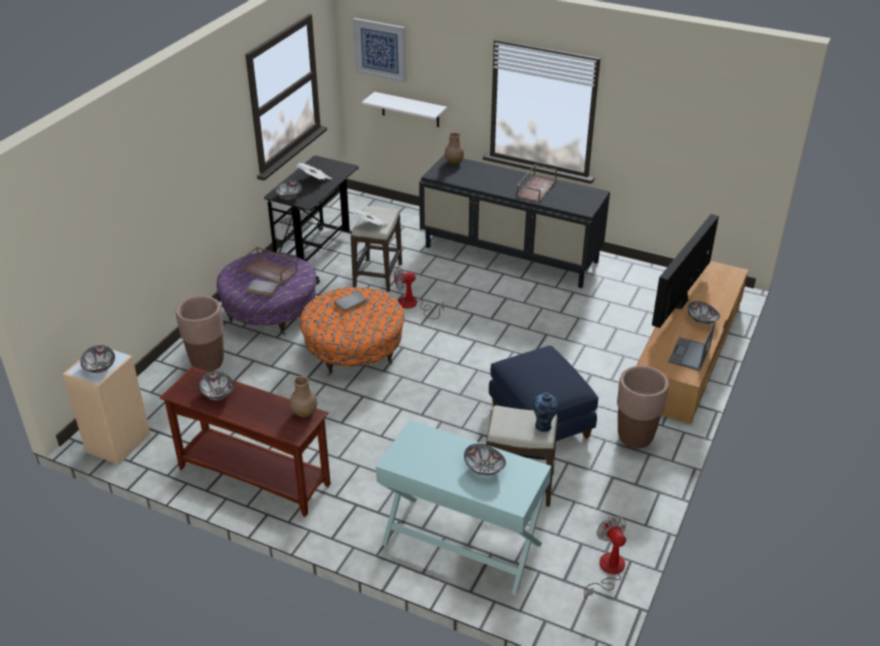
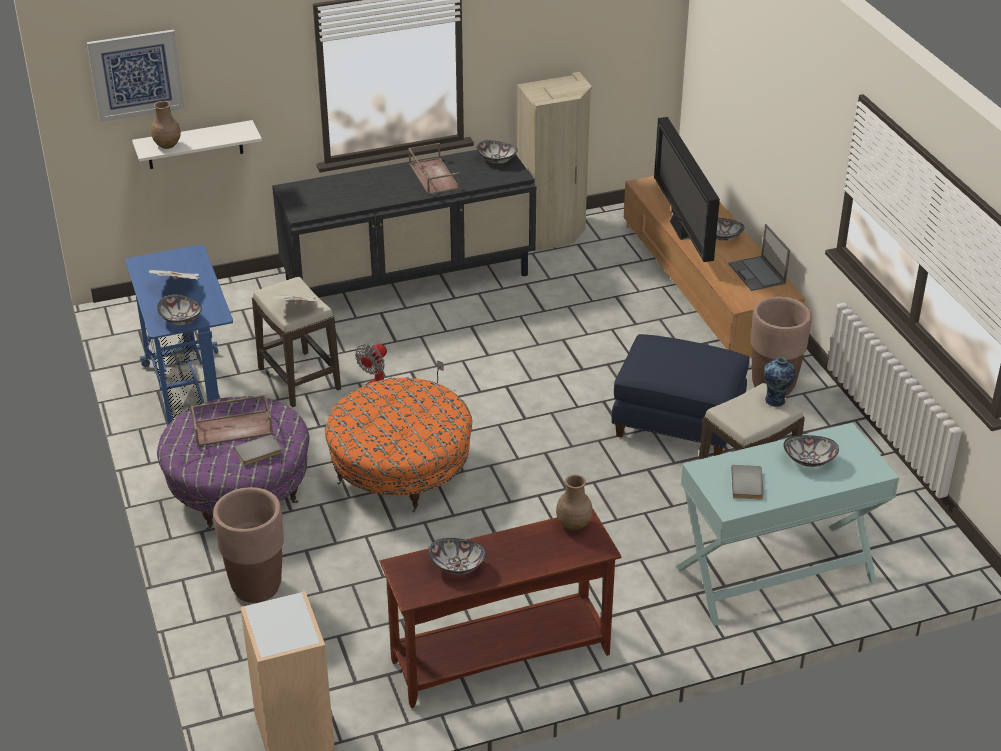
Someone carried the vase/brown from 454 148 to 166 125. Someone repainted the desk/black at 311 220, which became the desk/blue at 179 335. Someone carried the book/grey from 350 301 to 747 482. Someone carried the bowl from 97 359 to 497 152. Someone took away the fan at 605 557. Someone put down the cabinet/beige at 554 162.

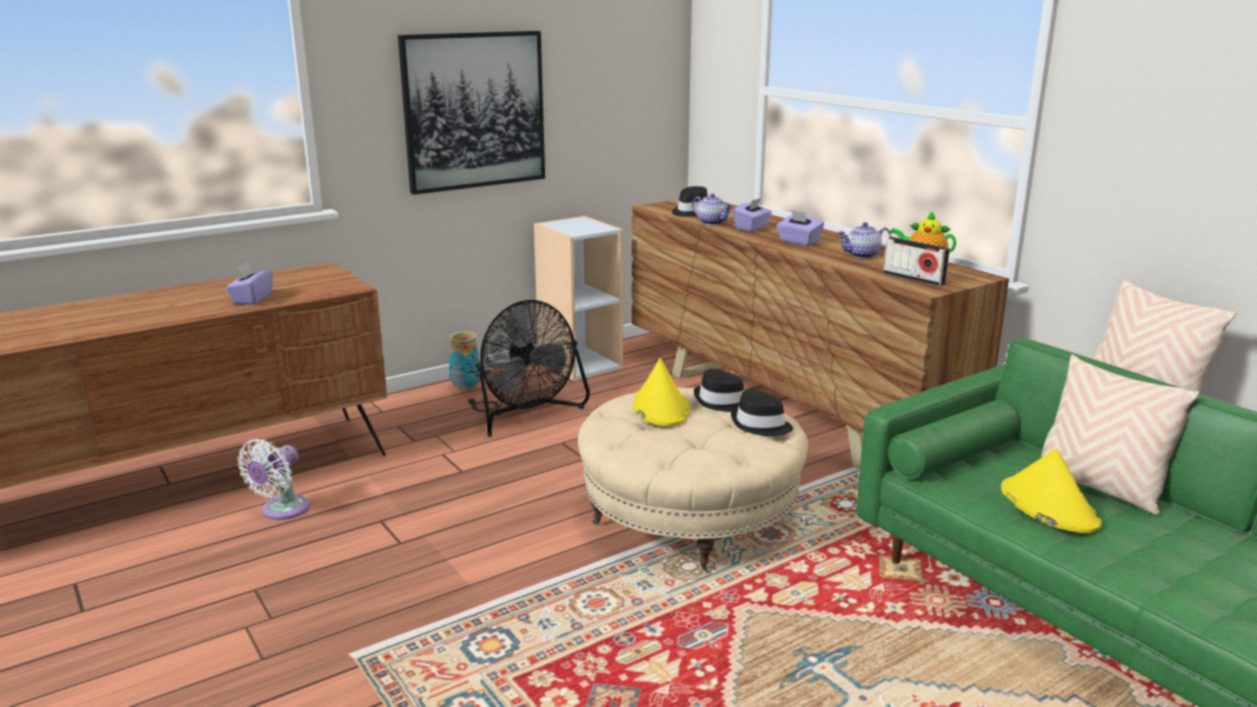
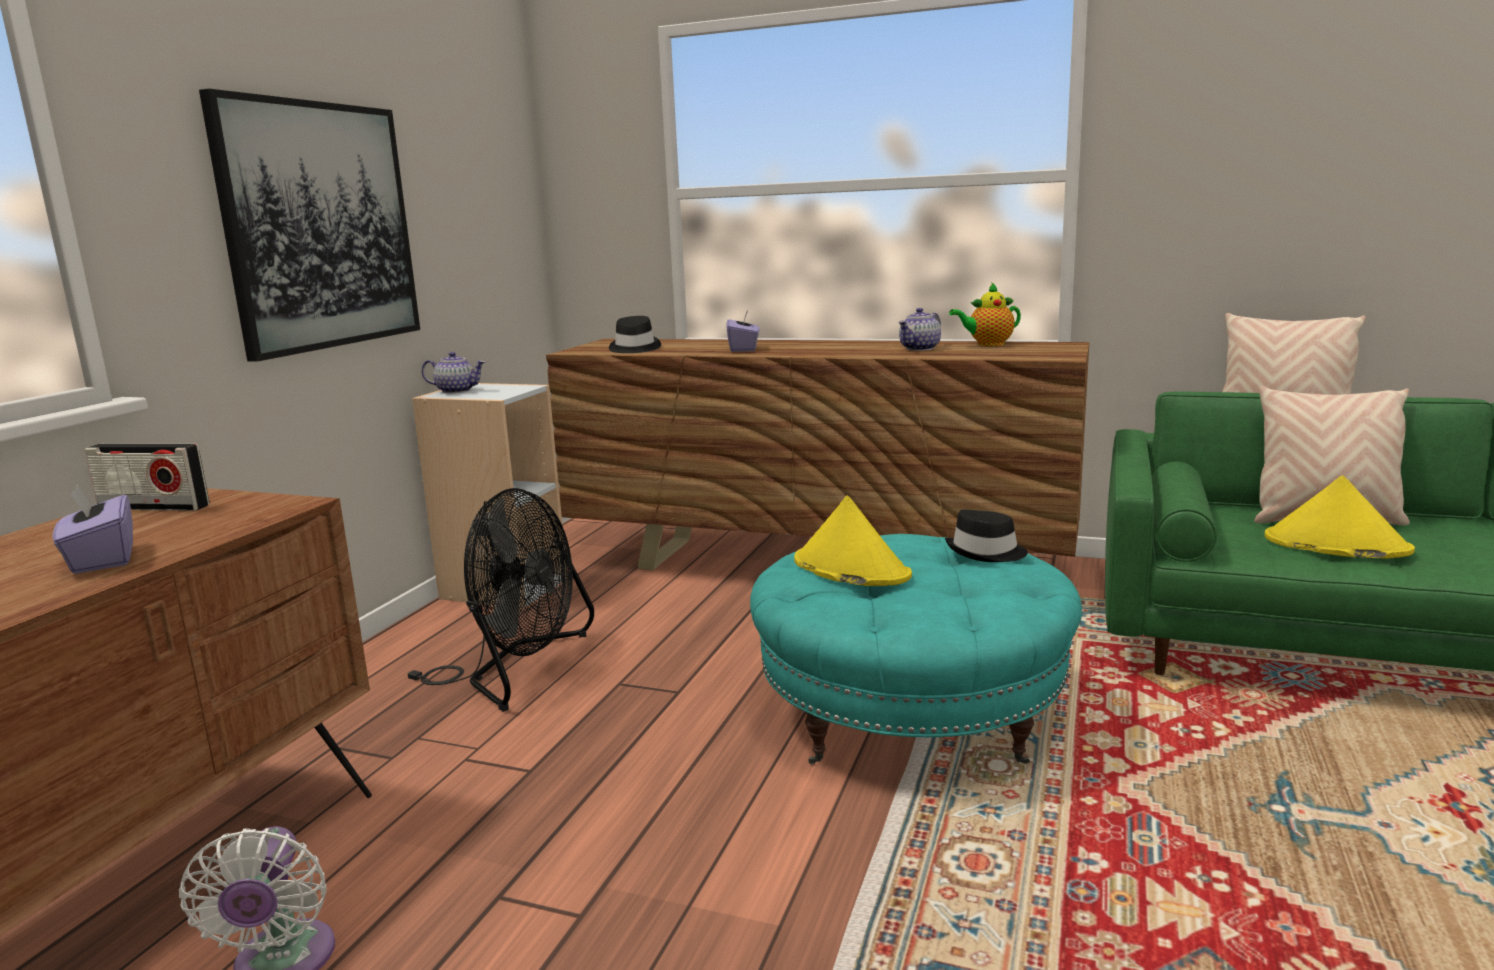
Someone carried the teapot from 712 209 to 453 373. Someone took away the tissue box/purple at 800 228. Someone carried the radio from 916 261 to 147 477. Someone took away the vase at 465 361. Someone took away the hat/black at 719 390. Someone repainted the ottoman/beige at 693 480, which became the ottoman/turquoise at 916 649.

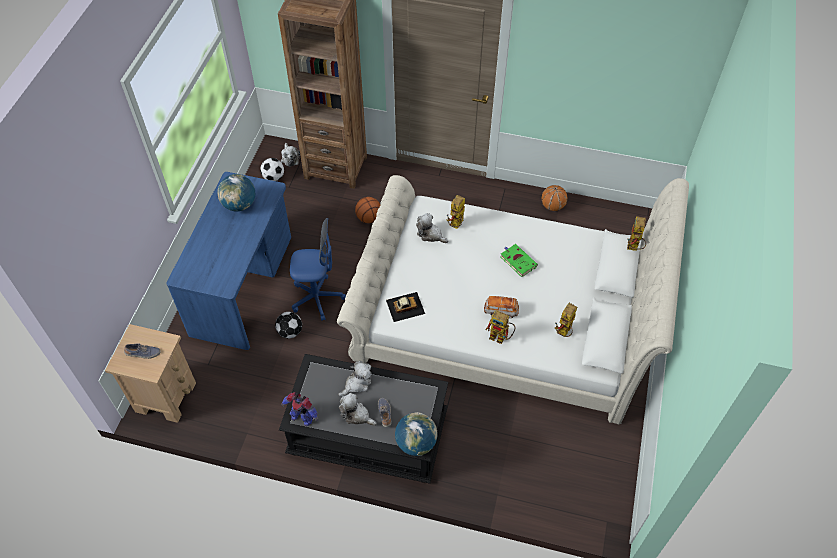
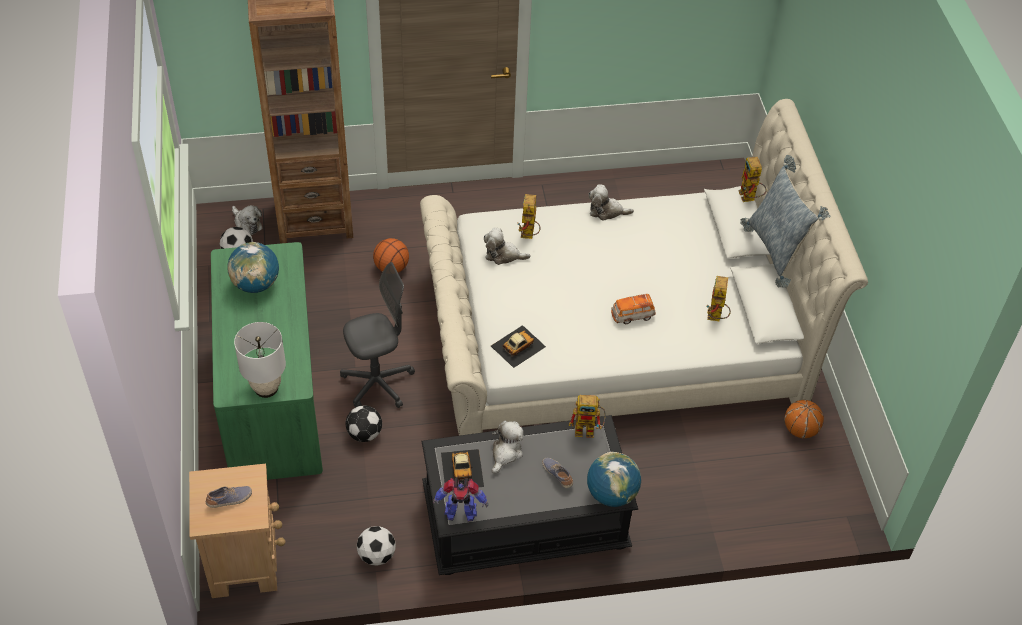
Someone repainted the desk/blue at 229 261, which became the desk/green at 267 361. Someone carried the basketball from 554 198 to 804 419. Someone repainted the office chair/blue at 318 269, which became the office chair/grey at 377 335. Someone took away the book/green at 519 260. Someone carried the toy robot from 500 327 to 587 416. Someone carried the plush toy from 358 409 to 611 202. Someone put down the pillow at 786 221. Someone put down the table lamp/white at 260 360. Someone put down the toy car at 462 468. Someone put down the football at 376 546.

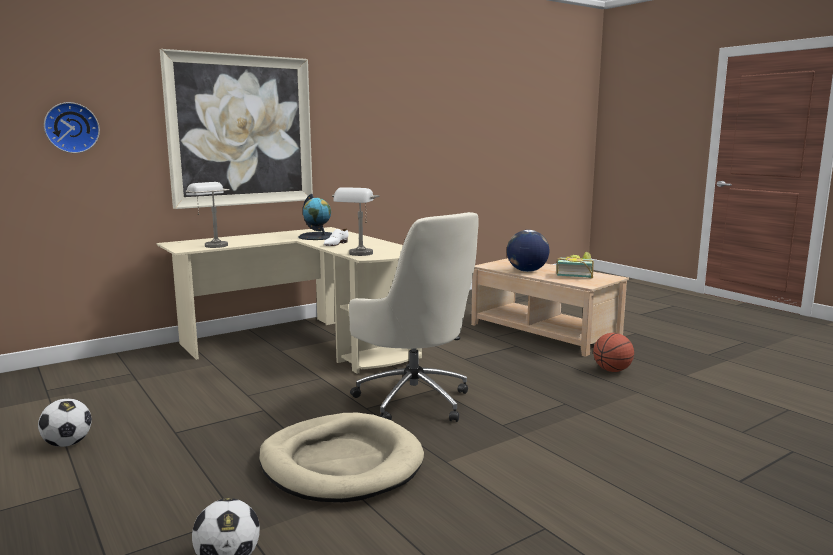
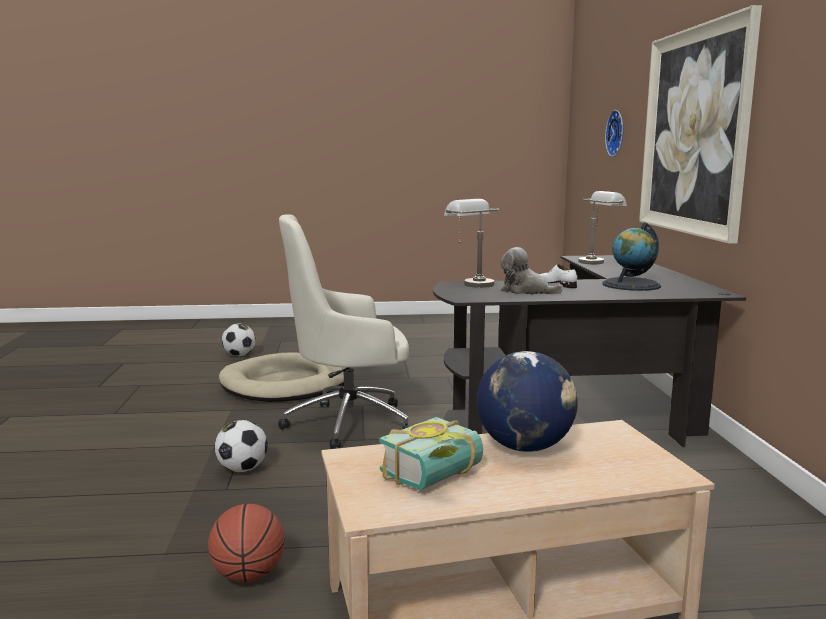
Someone repainted the desk/beige at 289 300, which became the desk/black at 589 351. Someone carried the football from 65 423 to 241 446. Someone put down the plush toy at 532 270.

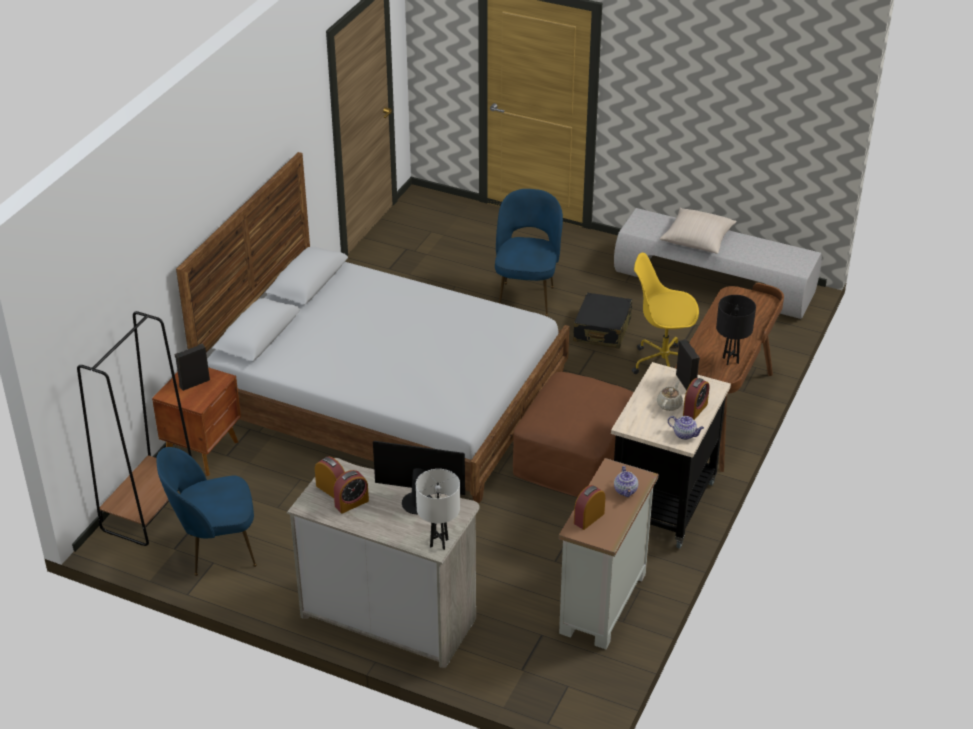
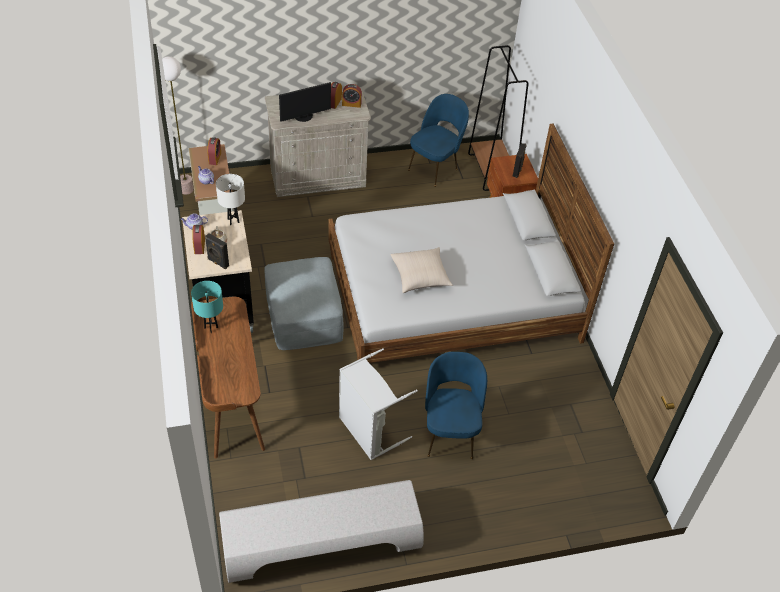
Someone rotated the chair/blue at 529 253 by 150 degrees counterclockwise. Someone carried the pillow/beige from 698 231 to 421 270. Someone took away the office chair/yellow at 665 313. Someone swapped the suitcase/black at 602 320 for the laundry basket/grey at 378 404. Someone repainted the table lamp/black at 736 330, which became the table lamp/turquoise at 207 307. Someone repainted the ottoman/brown at 573 434, which became the ottoman/grey at 304 303. Someone carried the table lamp/white from 438 509 to 230 199. Someone put down the floor lamp at 178 125.

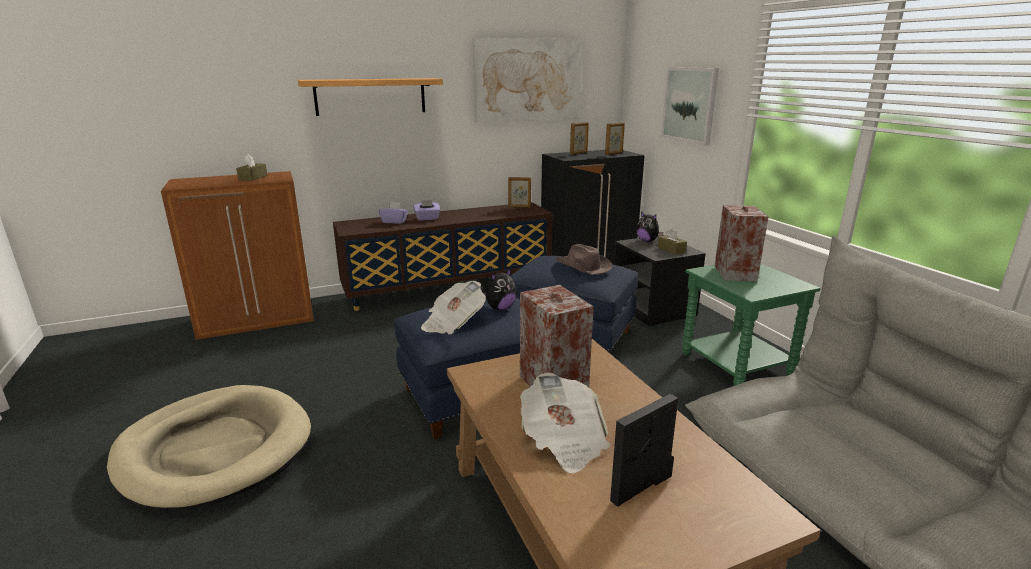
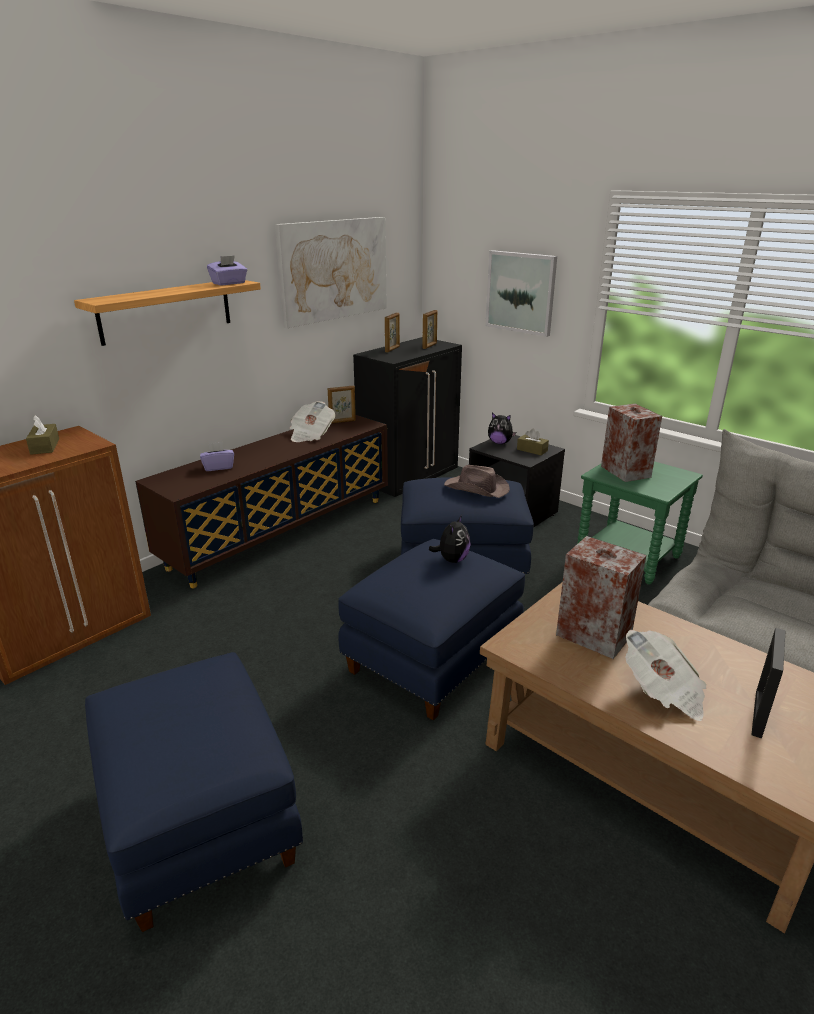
Someone carried the tissue box/purple from 426 210 to 227 270. Someone carried the newspaper from 453 308 to 312 421. Someone swapped the dog bed/beige at 209 447 for the ottoman/blue at 194 792.

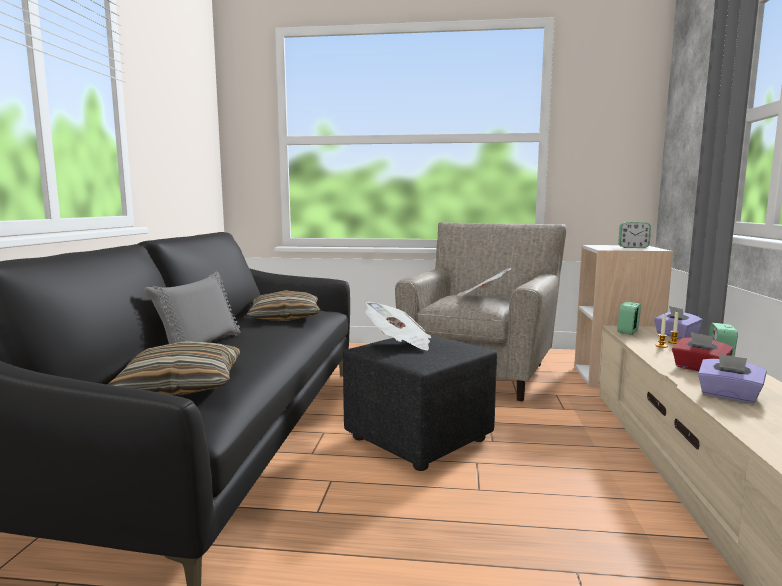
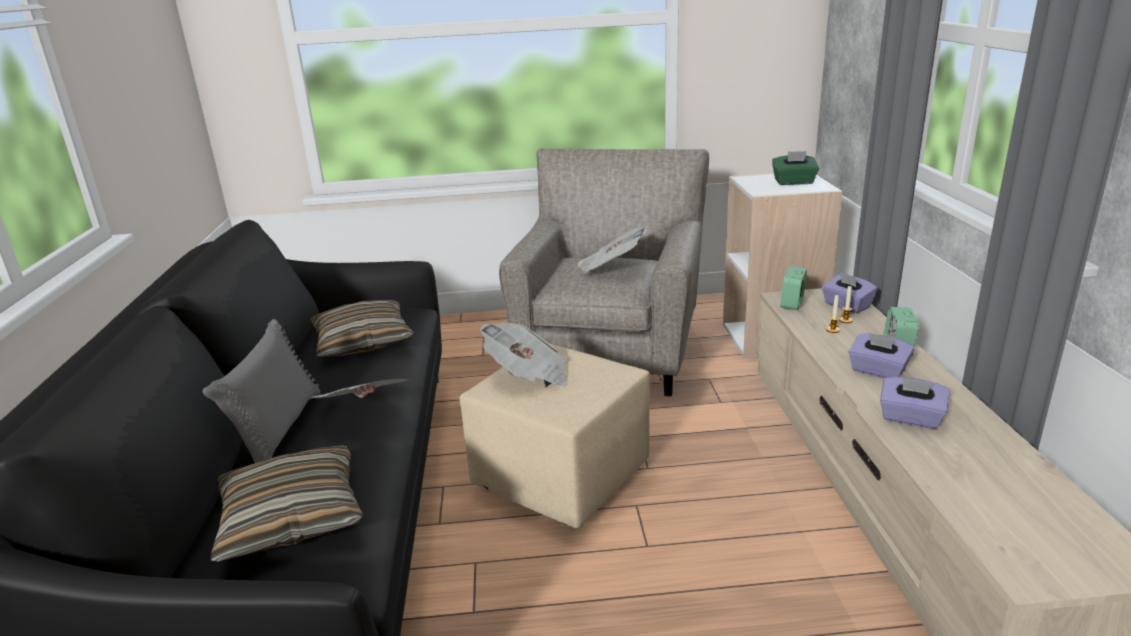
Someone swapped the alarm clock at 634 235 for the tissue box/green at 795 168. Someone repainted the tissue box/red at 703 351, which became the tissue box/purple at 881 355. Someone repainted the ottoman/black at 420 403, which became the ottoman/beige at 554 436. Someone put down the newspaper at 359 388.

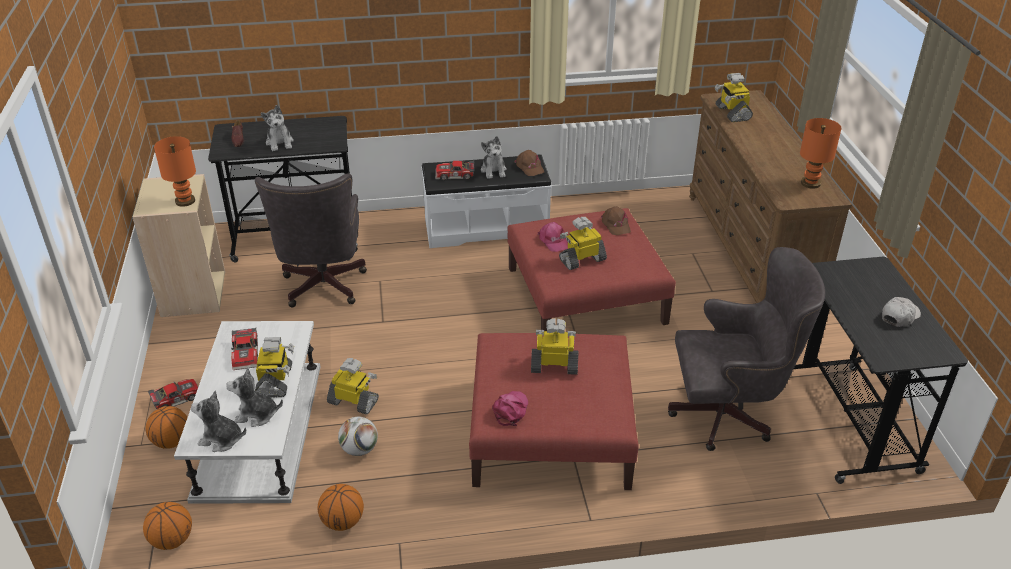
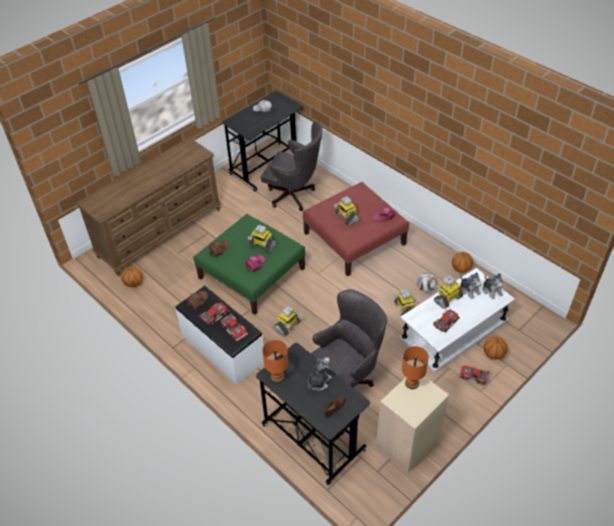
Someone carried the toy robot from 734 97 to 288 321. Someone carried the table lamp/orange from 821 153 to 275 361. Someone swapped the plush toy at 494 157 for the toy car at 214 313. Someone repainted the ottoman/red at 592 269, which became the ottoman/green at 249 264. Someone rotated the office chair/grey at 746 349 by 150 degrees clockwise. Someone carried the basketball from 167 526 to 132 276.

